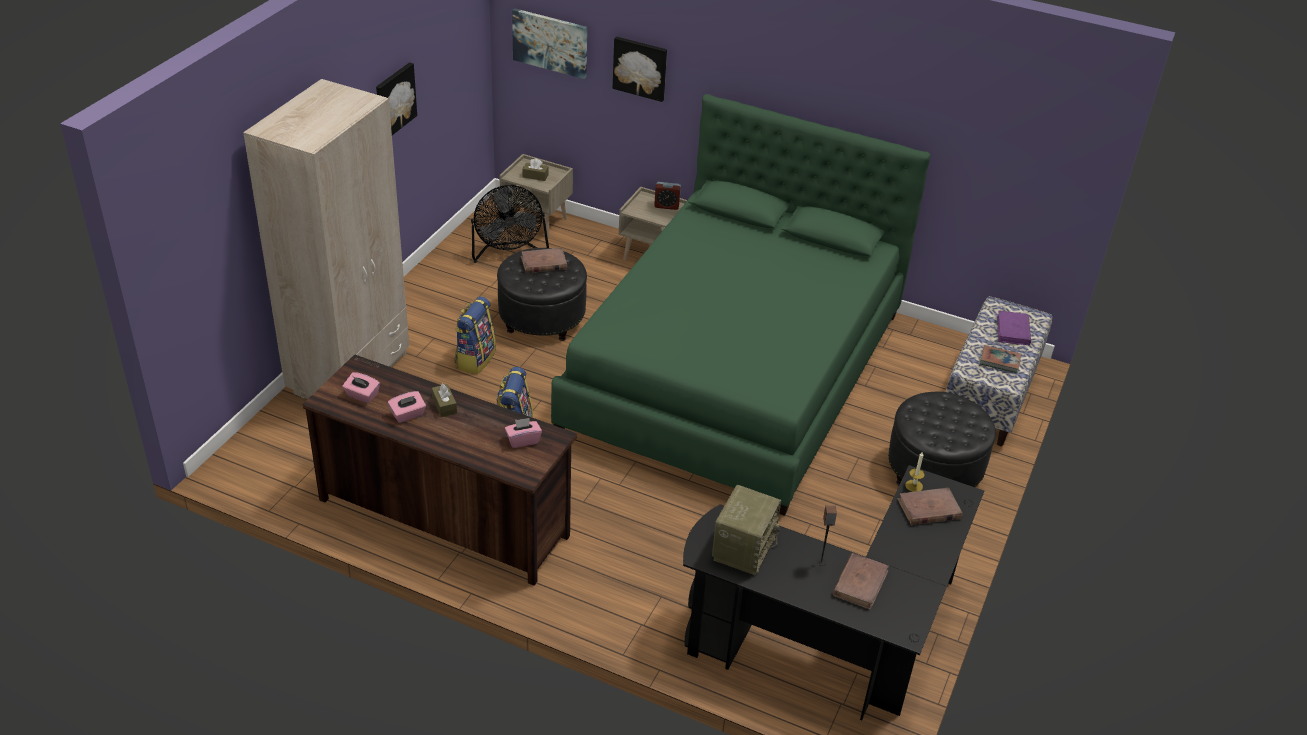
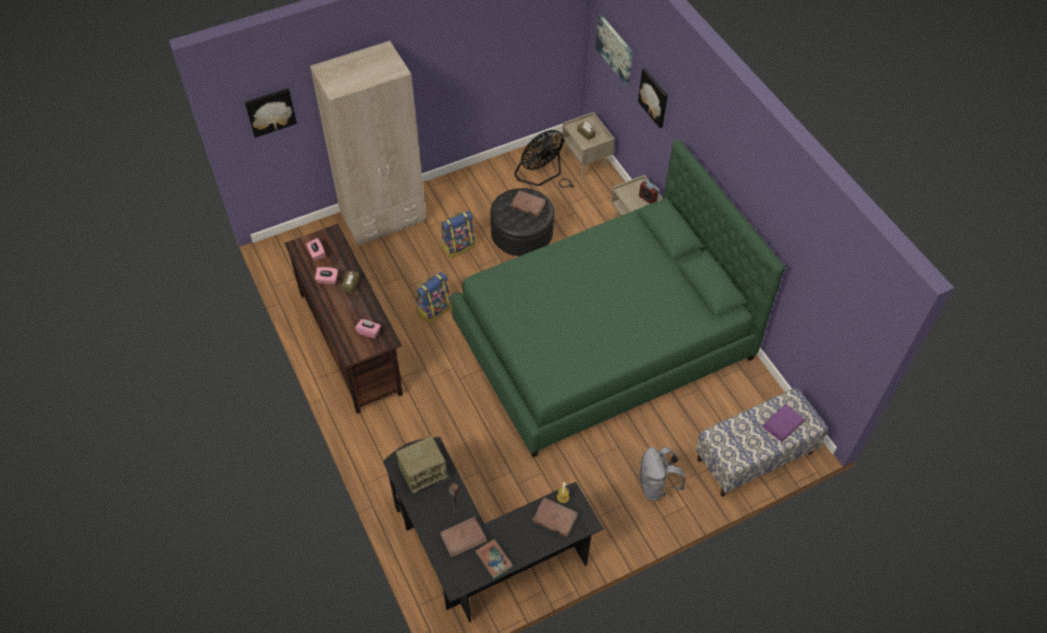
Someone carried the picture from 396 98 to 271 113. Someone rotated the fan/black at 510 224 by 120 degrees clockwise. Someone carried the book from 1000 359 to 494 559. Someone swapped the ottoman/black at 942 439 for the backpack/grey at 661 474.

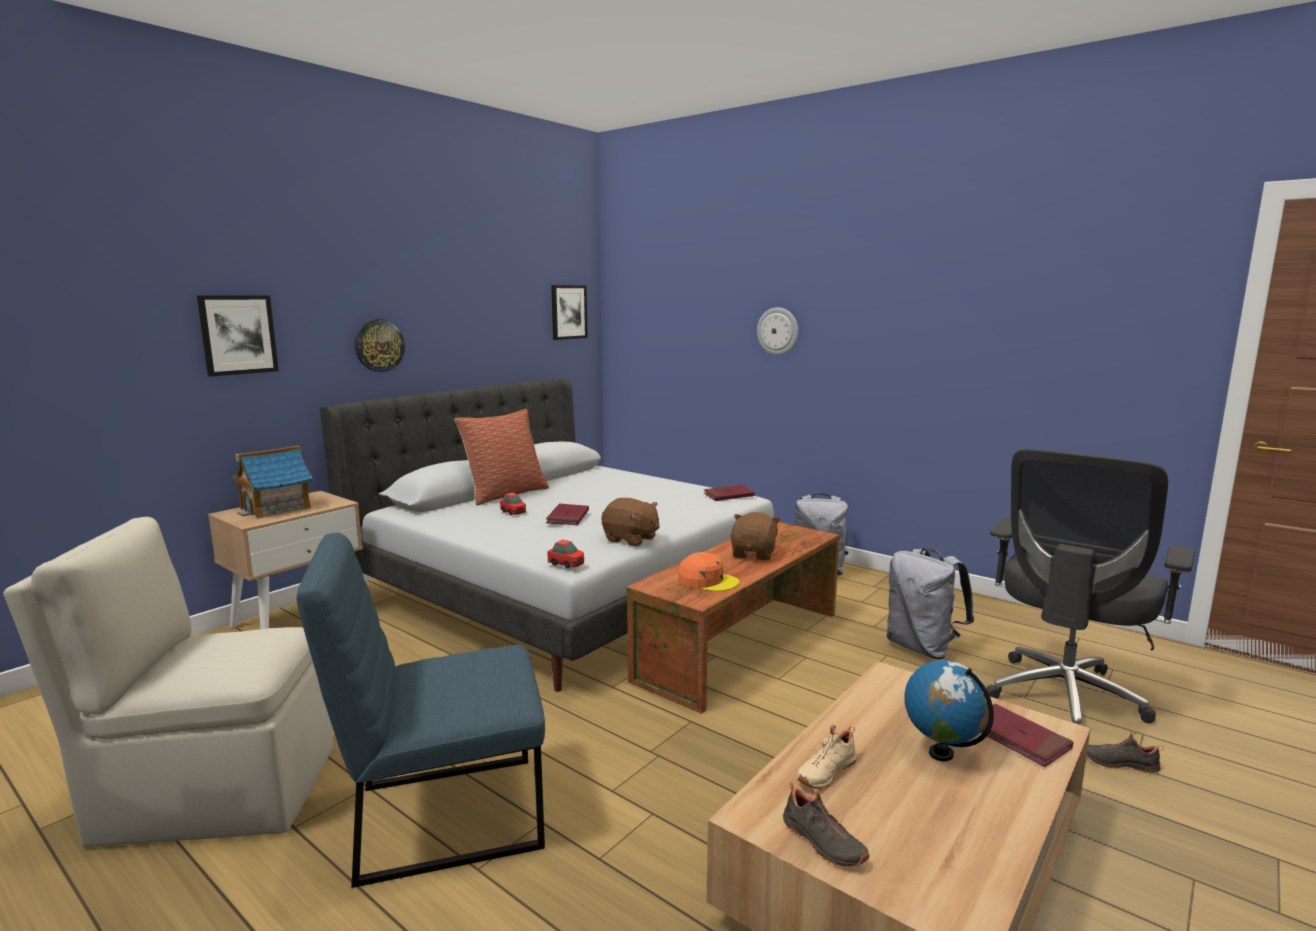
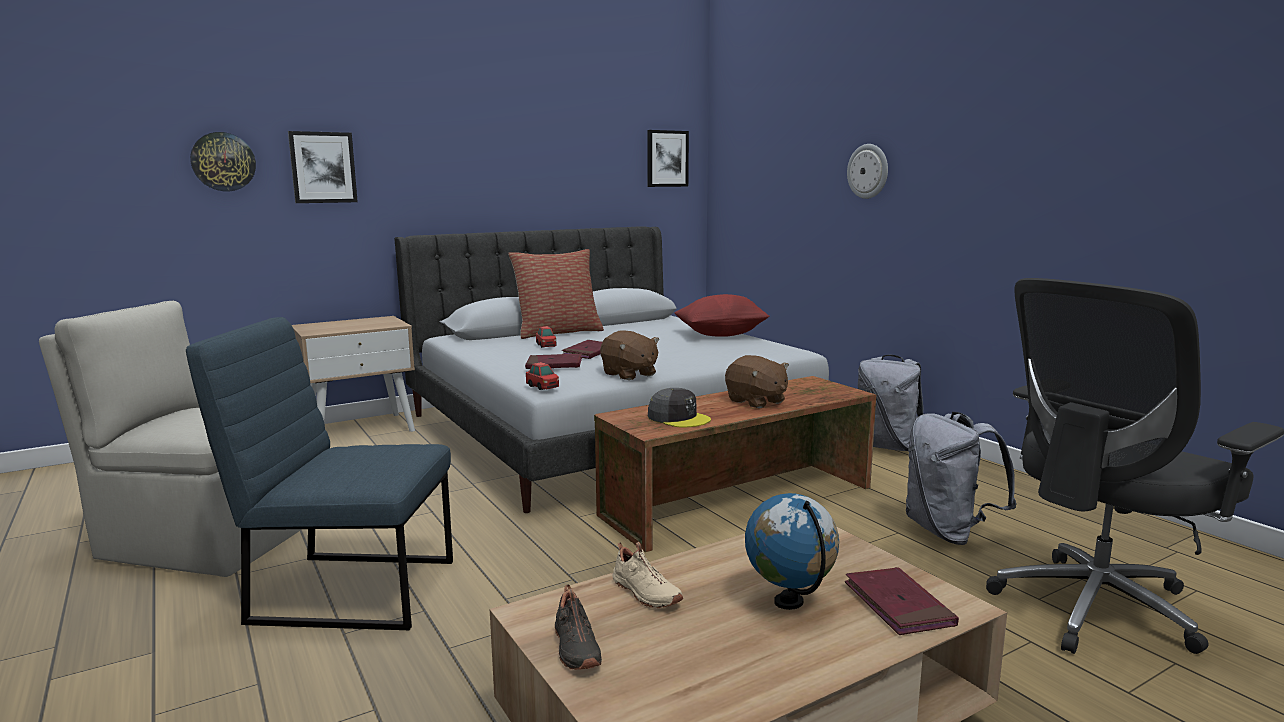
Someone carried the wall clock from 380 345 to 223 161. Someone took away the toy house at 272 482. Someone carried the book/red from 729 492 to 553 361. Someone rotated the plush toy/brown at 755 536 by 105 degrees clockwise. Someone repainted the cap/orange at 708 572, which became the cap/grey at 679 407. Someone rotated the shoe/beige at 826 757 by 105 degrees counterclockwise. Someone took away the shoe/black at 1125 752. Someone put down the pillow/red at 722 315.

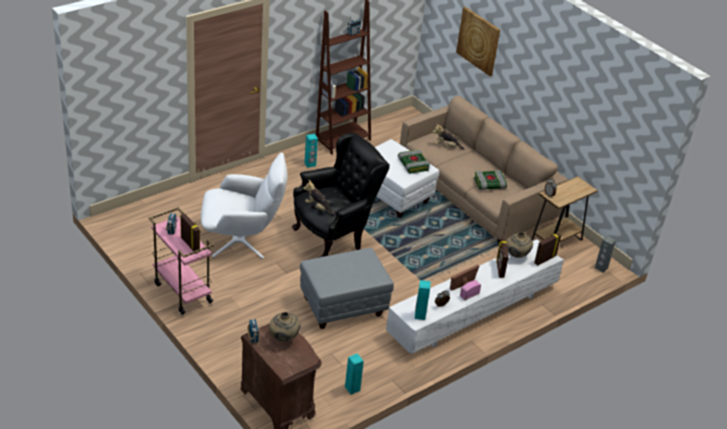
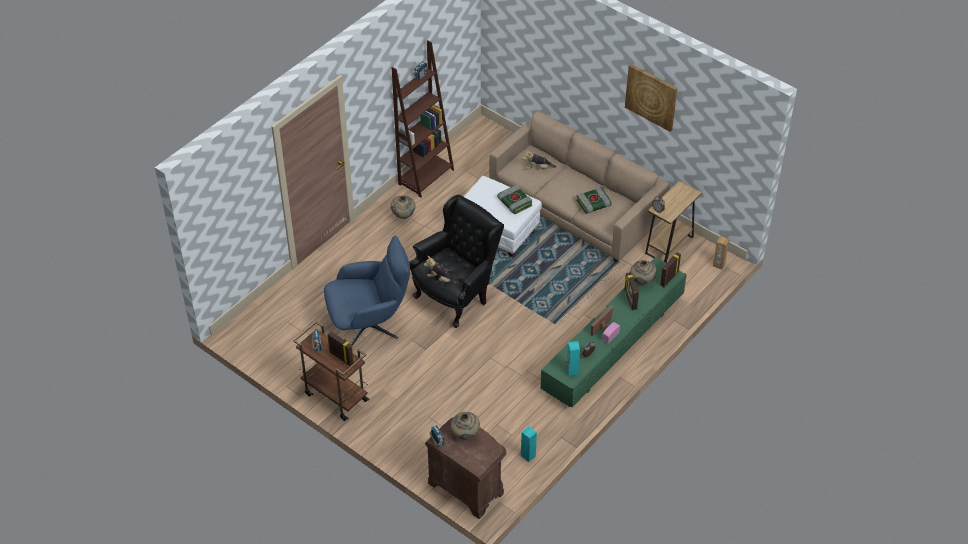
Someone carried the picture from 478 41 to 651 98. Someone swapped the speaker/turquoise at 311 151 for the vase/beige at 403 207. Someone repainted the armchair/white at 244 205, which became the armchair/blue at 367 291. Someone repainted the cart/pink at 181 261, which became the cart/brown at 331 371. Someone repainted the speaker/grey at 605 254, which became the speaker/brown at 721 253. Someone repainted the tv stand/white at 475 296, which became the tv stand/green at 613 332. Someone took away the ottoman/grey at 347 288.

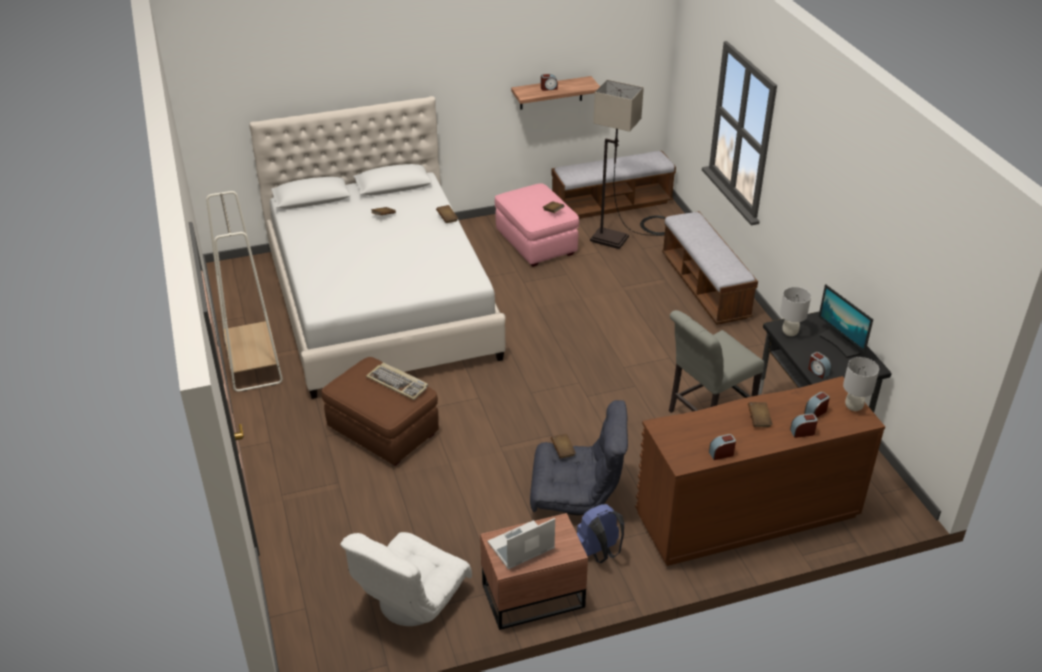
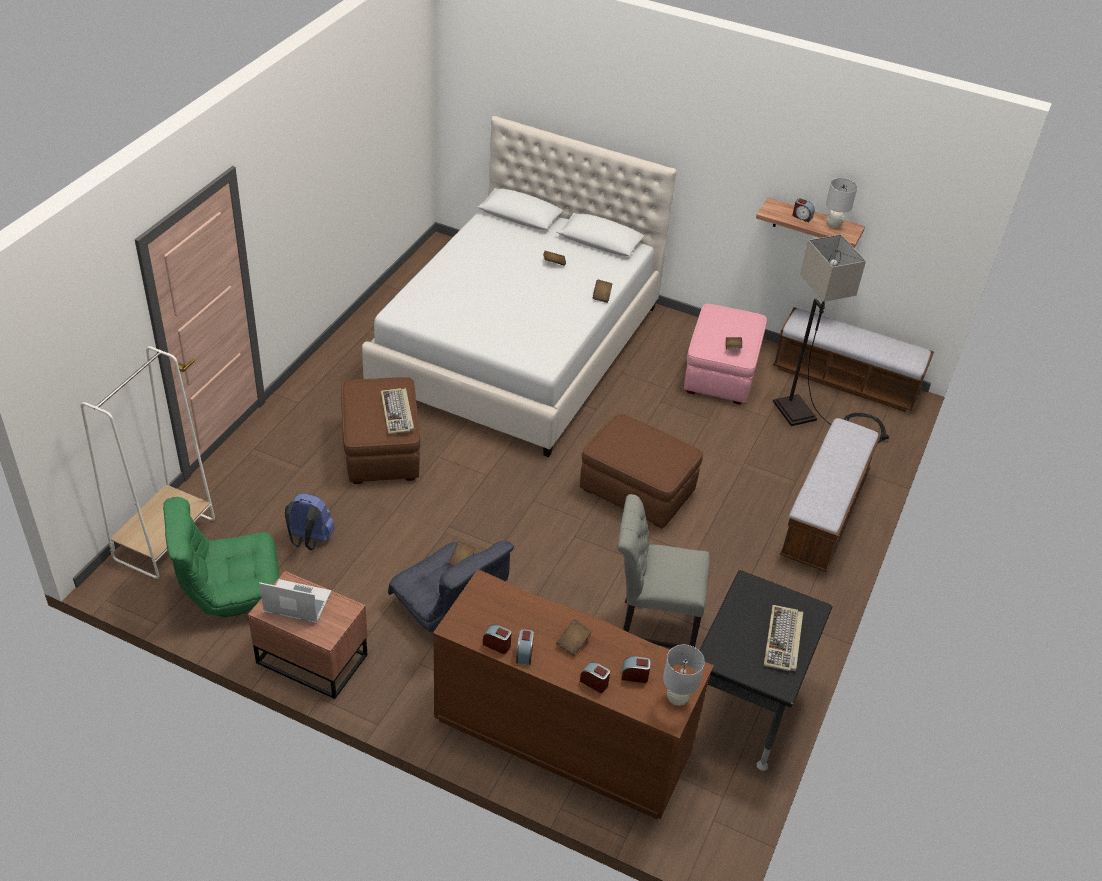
Someone carried the clothes rack from 244 291 to 147 462. Someone swapped the monitor at 845 321 for the keyboard at 783 638. Someone carried the table lamp/grey from 795 311 to 841 203. Someone carried the alarm clock from 820 365 to 525 647. Someone carried the backpack/blue from 600 533 to 310 521. Someone repainted the armchair/white at 406 579, which became the armchair/green at 221 557. Someone put down the ottoman/brown at 641 471.

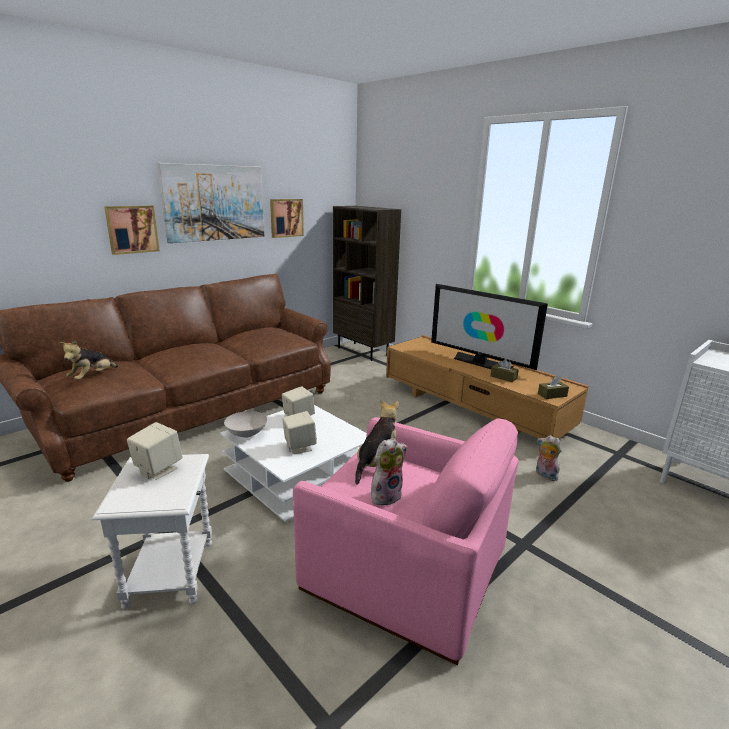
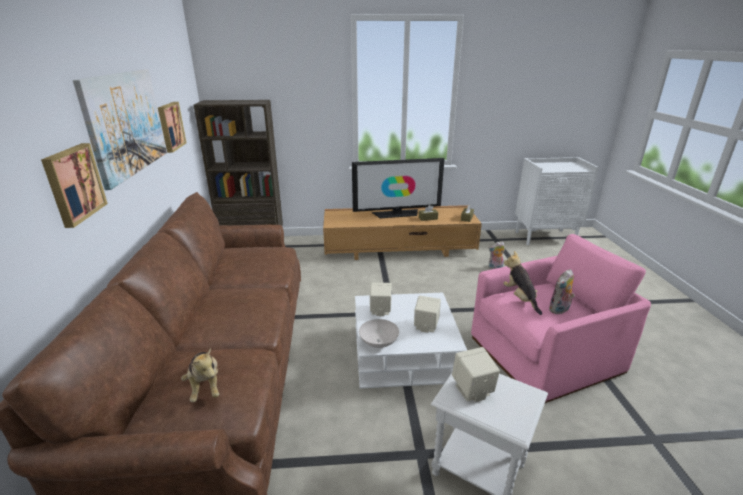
Someone rotated the plush toy at 389 471 by 135 degrees counterclockwise.

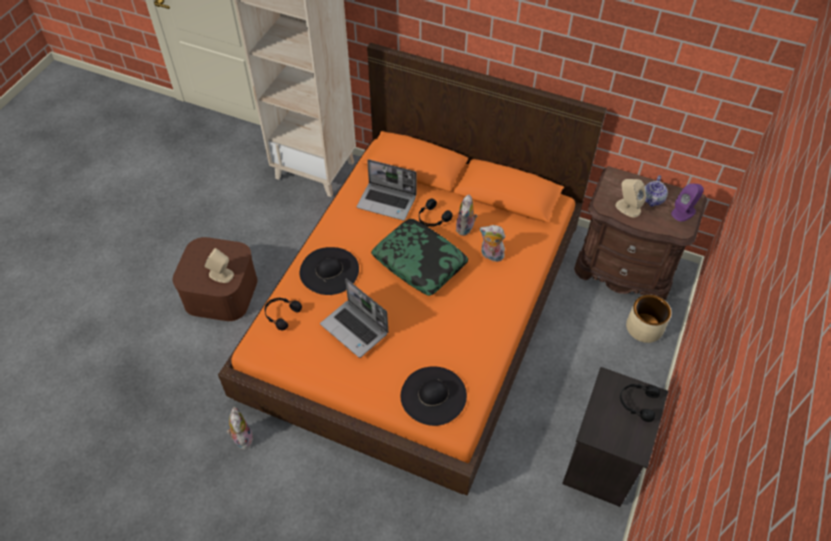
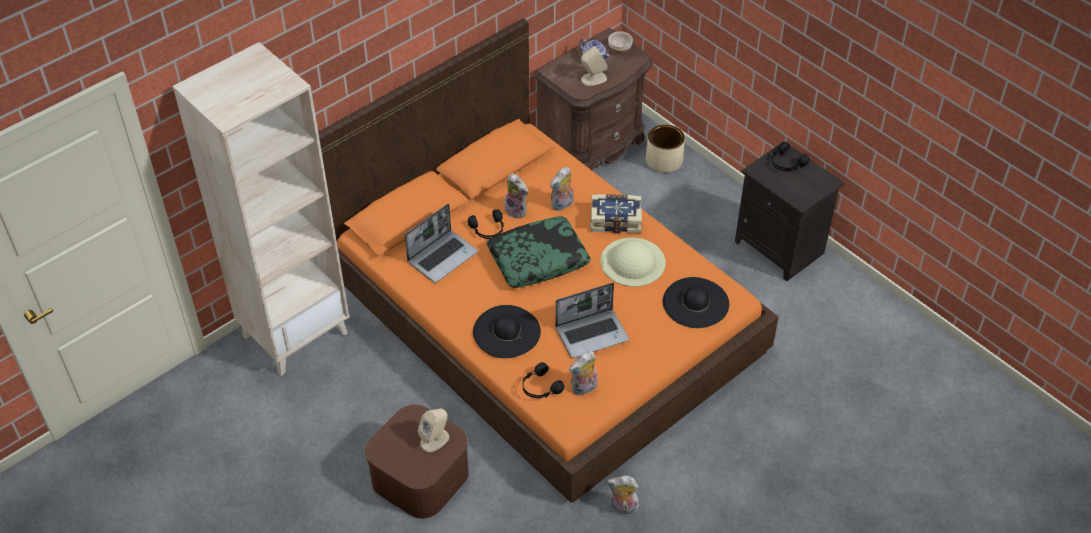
Someone swapped the speaker/purple at 687 202 for the bowl at 620 42. Someone put down the book at 616 213. Someone put down the hat/beige at 633 262. Someone put down the plush toy at 583 373.

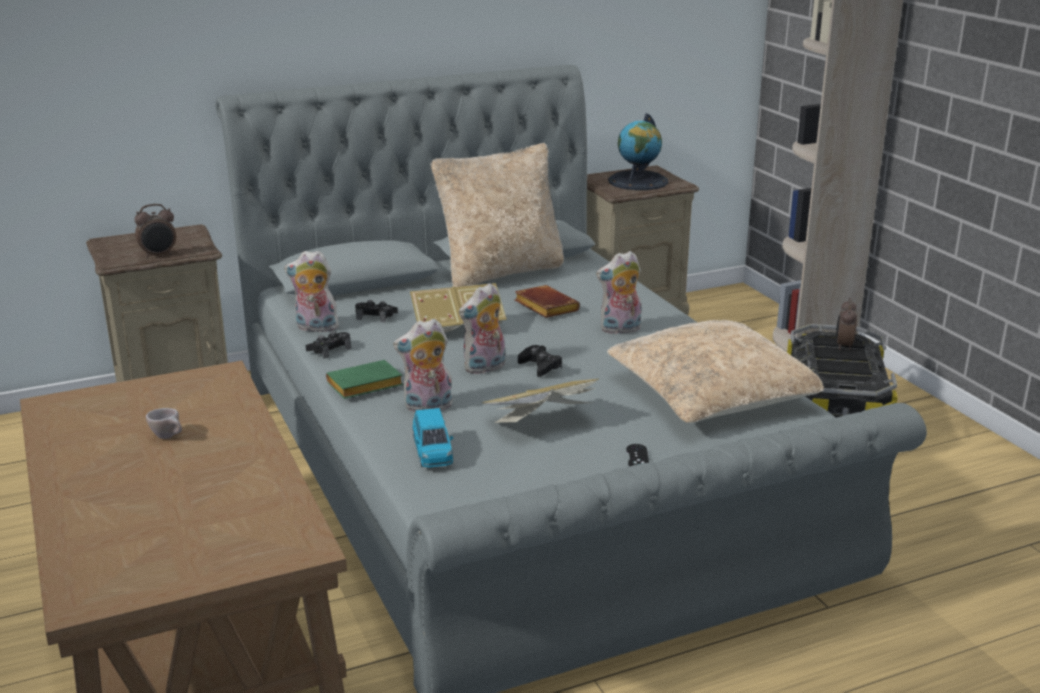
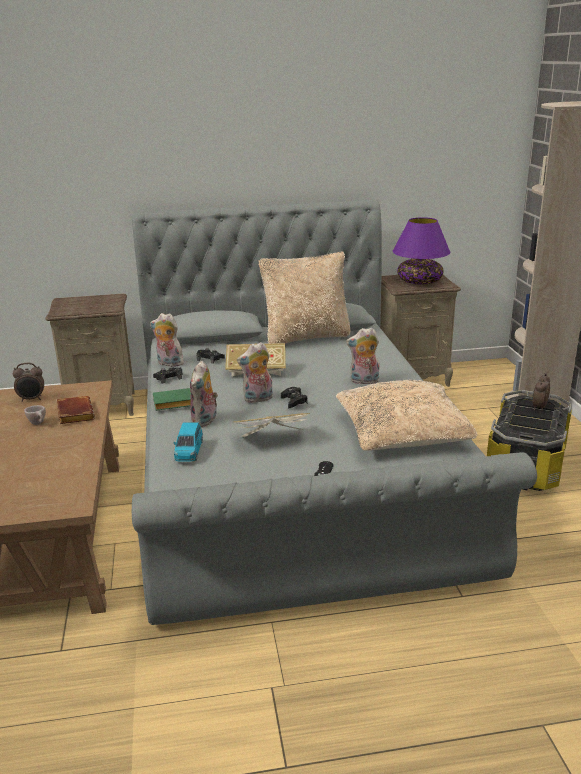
Someone swapped the globe at 638 151 for the table lamp/purple at 421 250. Someone carried the alarm clock from 155 231 to 28 382. Someone carried the book/brown from 547 301 to 75 410. Someone rotated the plush toy at 423 365 by 75 degrees counterclockwise.

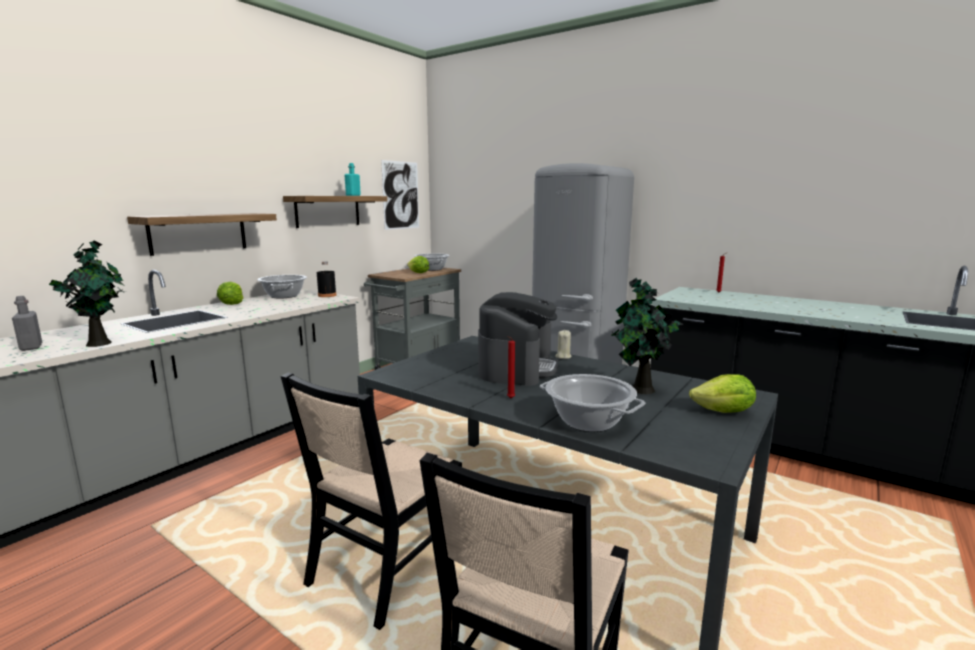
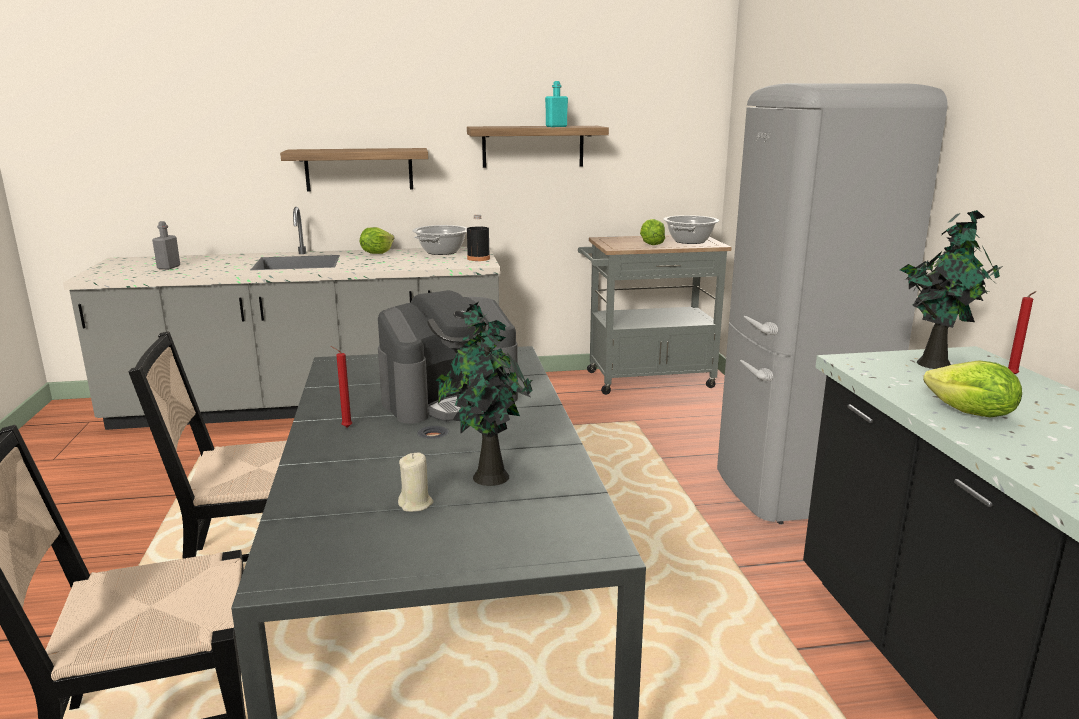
Someone took away the picture at 400 195. Someone carried the potted plant from 87 293 to 950 289. Someone carried the candle/beige from 563 344 to 416 482. Someone took away the cooking pot at 592 403. Someone carried the lettuce from 722 393 to 972 389.

